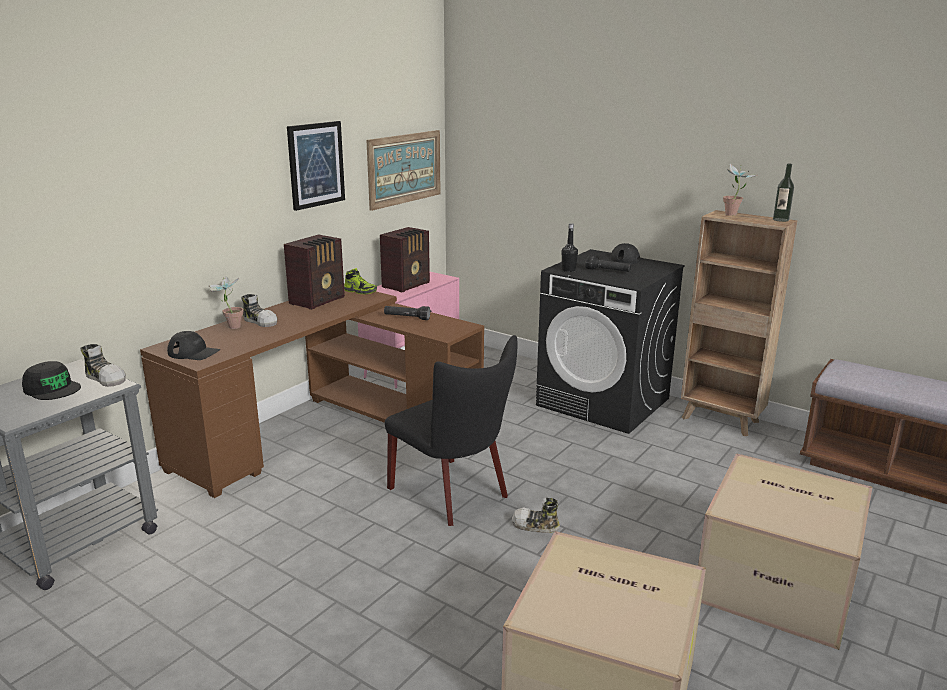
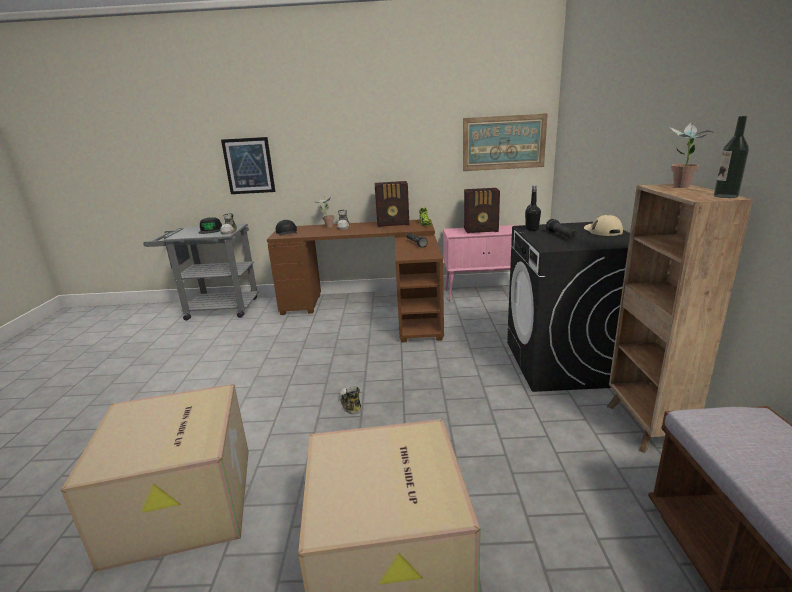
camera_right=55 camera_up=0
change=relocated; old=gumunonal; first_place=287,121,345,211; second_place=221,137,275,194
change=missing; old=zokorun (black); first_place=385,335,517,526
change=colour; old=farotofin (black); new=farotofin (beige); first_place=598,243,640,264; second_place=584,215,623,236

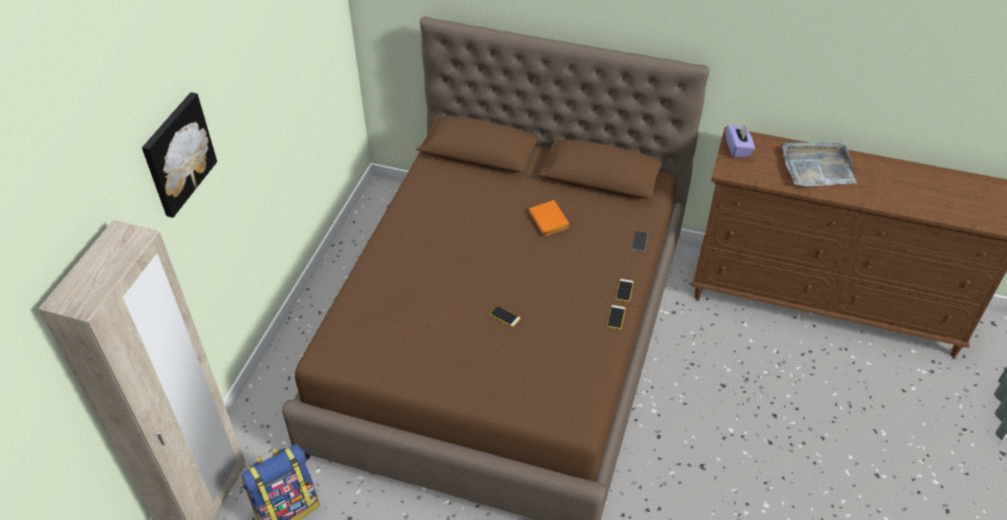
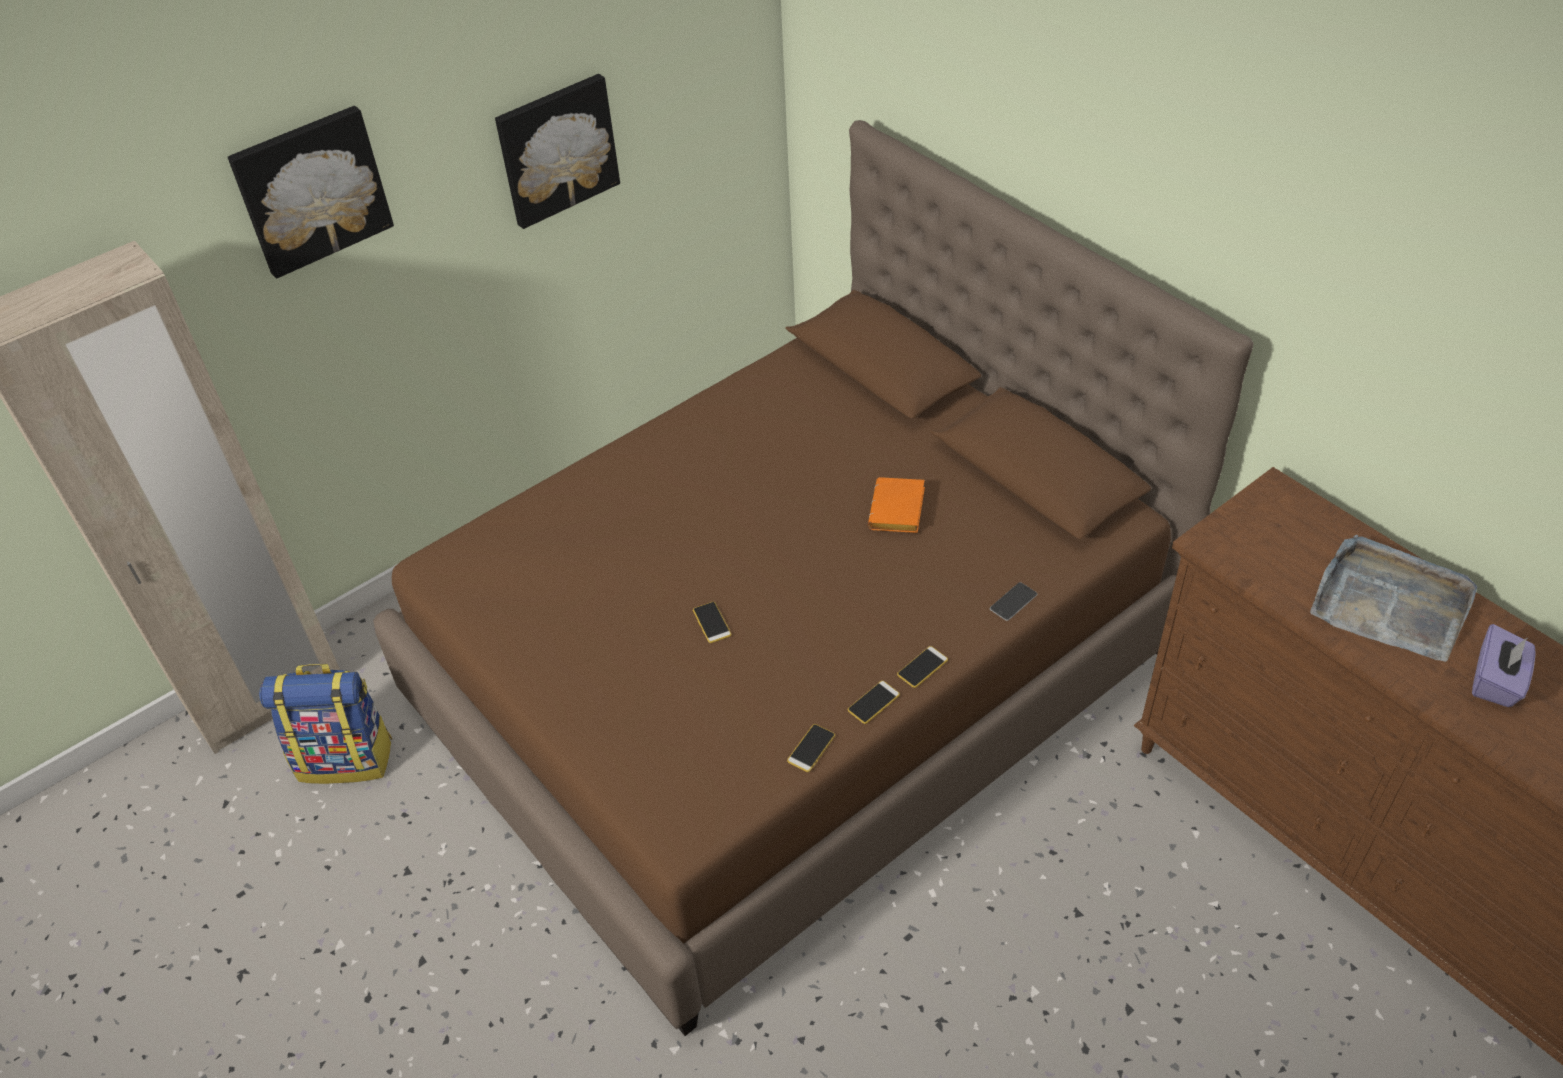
camera_right=35 camera_up=0
change=relocated; old=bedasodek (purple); first_place=726,124,755,158; second_place=1472,624,1536,707
change=appeared; new=gumunonal; second_place=495,74,620,229
change=appeared; new=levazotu; second_place=787,724,835,772

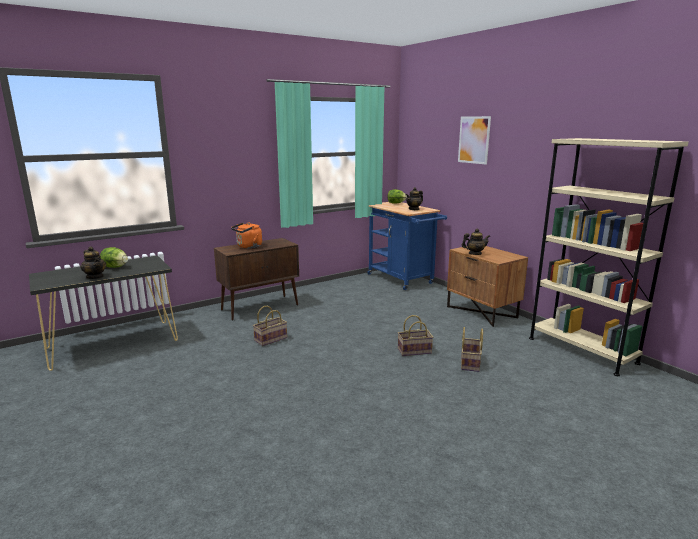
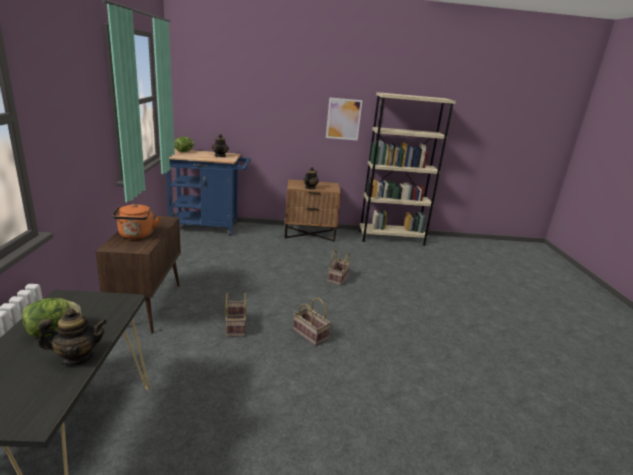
camera_right=-60 camera_up=5
change=relocated; old=gumunonal; first_place=458,116,491,165; second_place=326,97,363,141
change=relocated; old=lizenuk; first_place=461,327,483,372; second_place=293,298,331,346

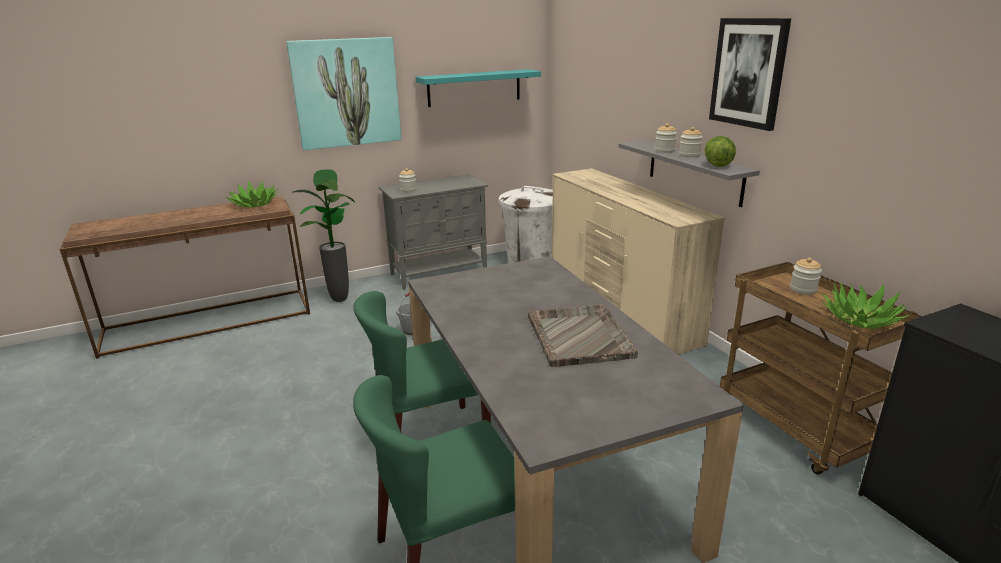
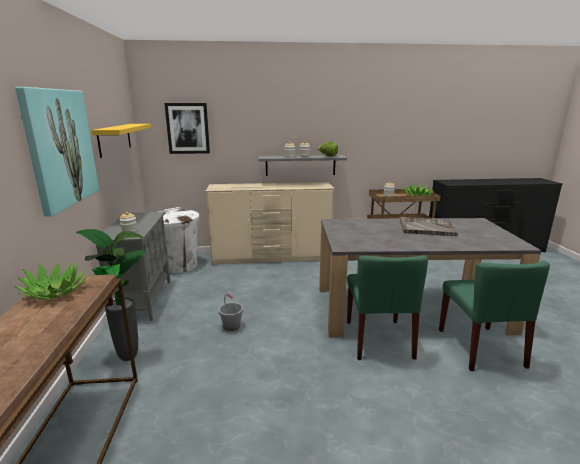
camera_right=-70 camera_up=-5
change=colour; old=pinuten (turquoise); new=pinuten (yellow); first_place=415,69,541,107; second_place=91,124,151,158
change=relocated; old=gumunonal; first_place=709,18,791,131; second_place=164,103,210,154

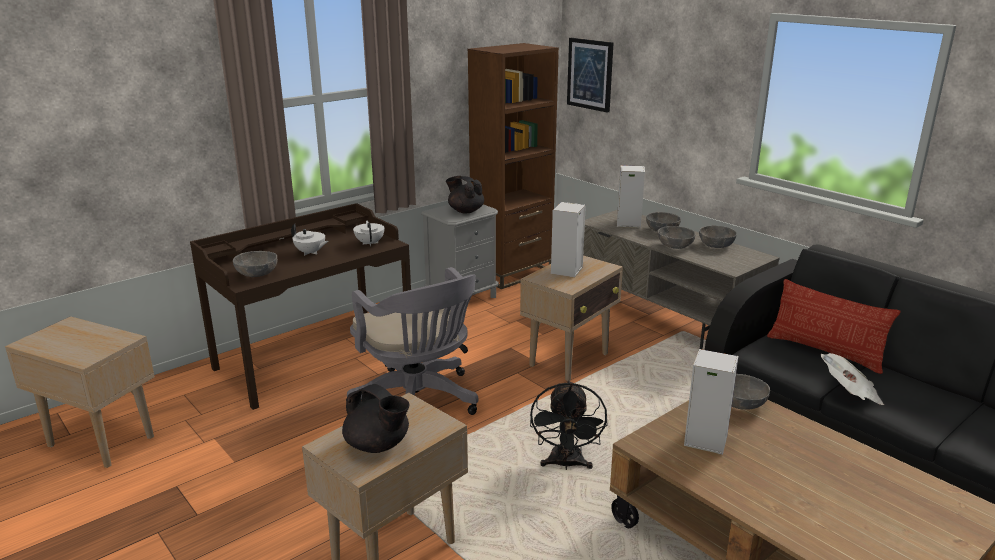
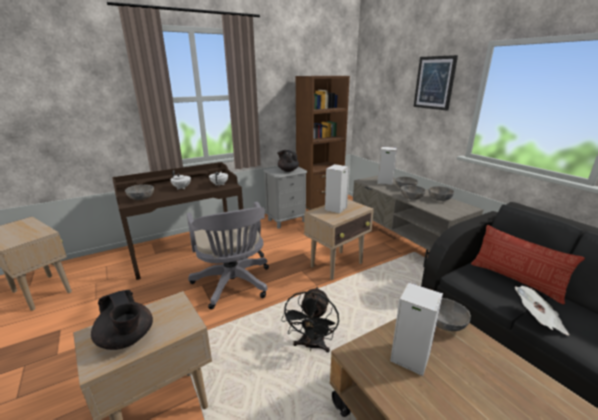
camera_right=10 camera_up=0
change=relocated; old=gumunonal; first_place=567,38,614,113; second_place=414,55,458,110

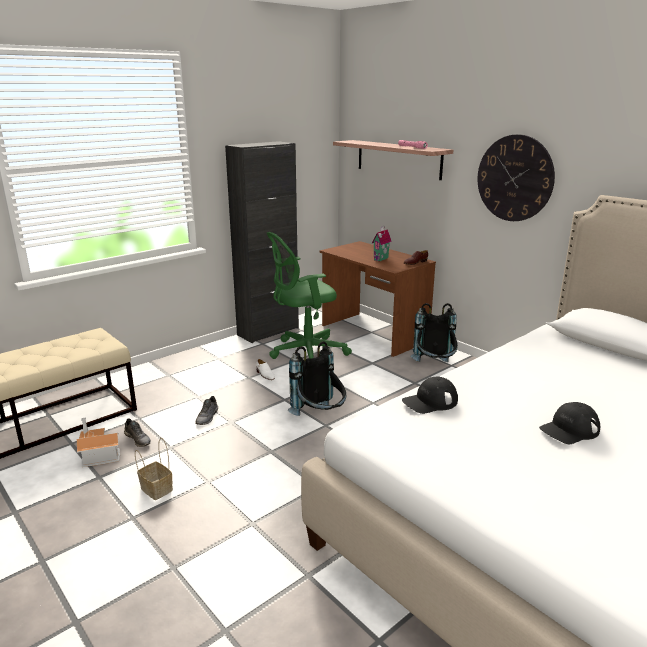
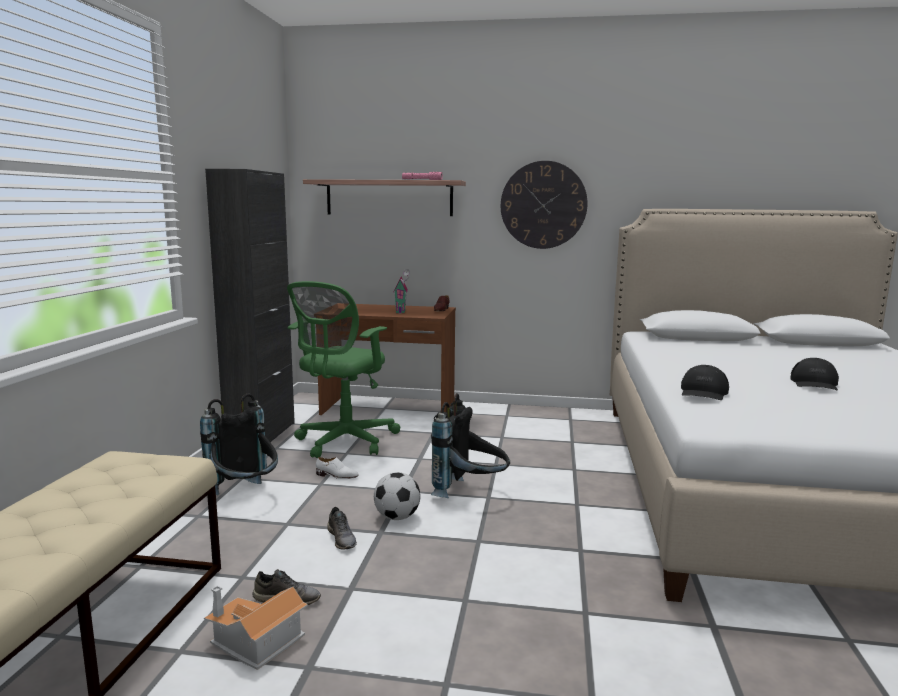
camera_right=-40 camera_up=-10
change=missing; old=lizenuk; first_place=135,438,173,500
change=relocated; old=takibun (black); first_place=411,303,458,362; second_place=200,393,278,495
change=appeared; new=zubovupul; second_place=374,472,421,520

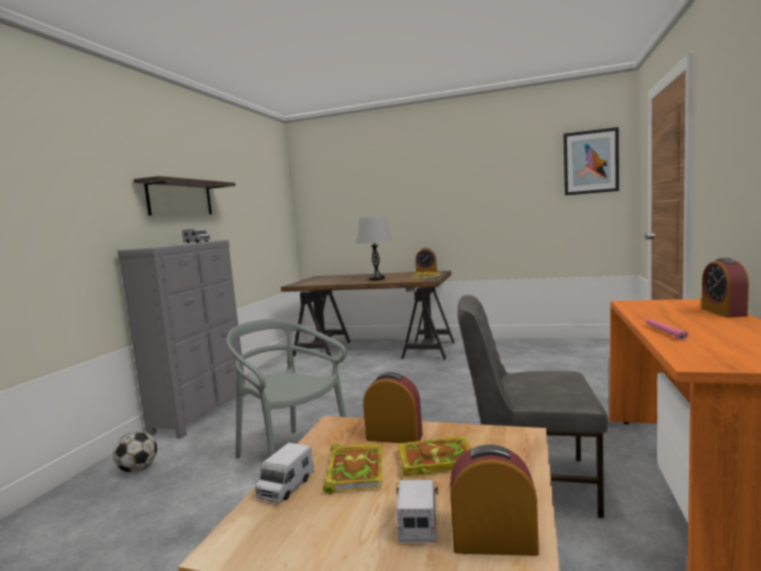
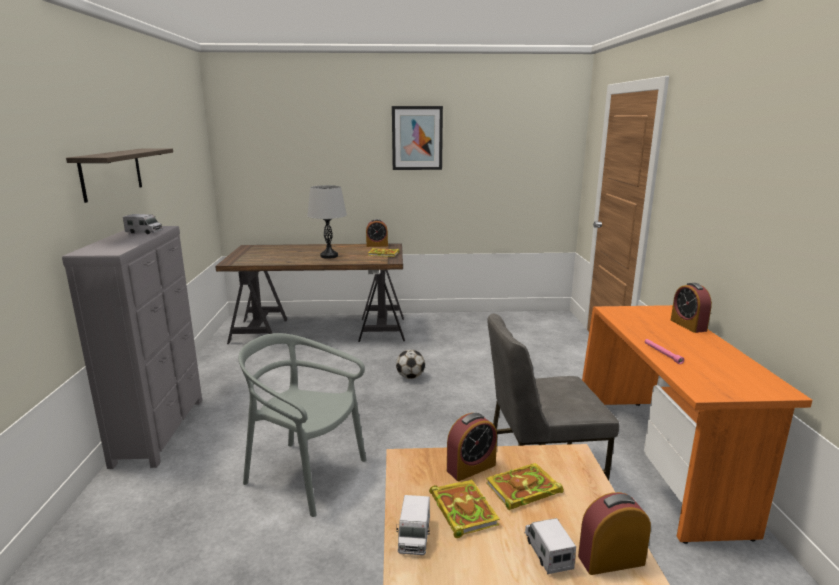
camera_right=-20 camera_up=10
change=relocated; old=zubovupul; first_place=113,431,157,473; second_place=396,350,425,379
change=spun; old=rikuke; first_place=363,372,423,443; second_place=447,413,497,481; degrees=150
change=relocated; old=gumunonal; first_place=563,127,619,195; second_place=392,106,443,170

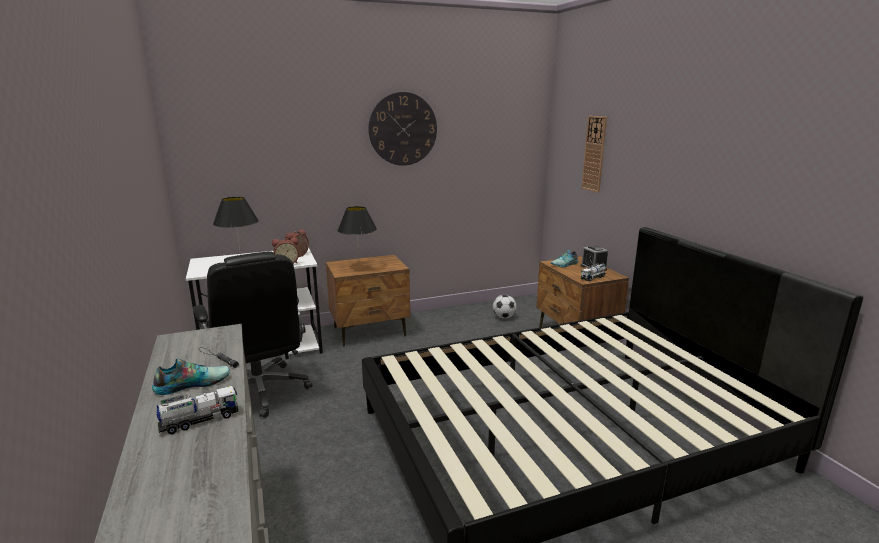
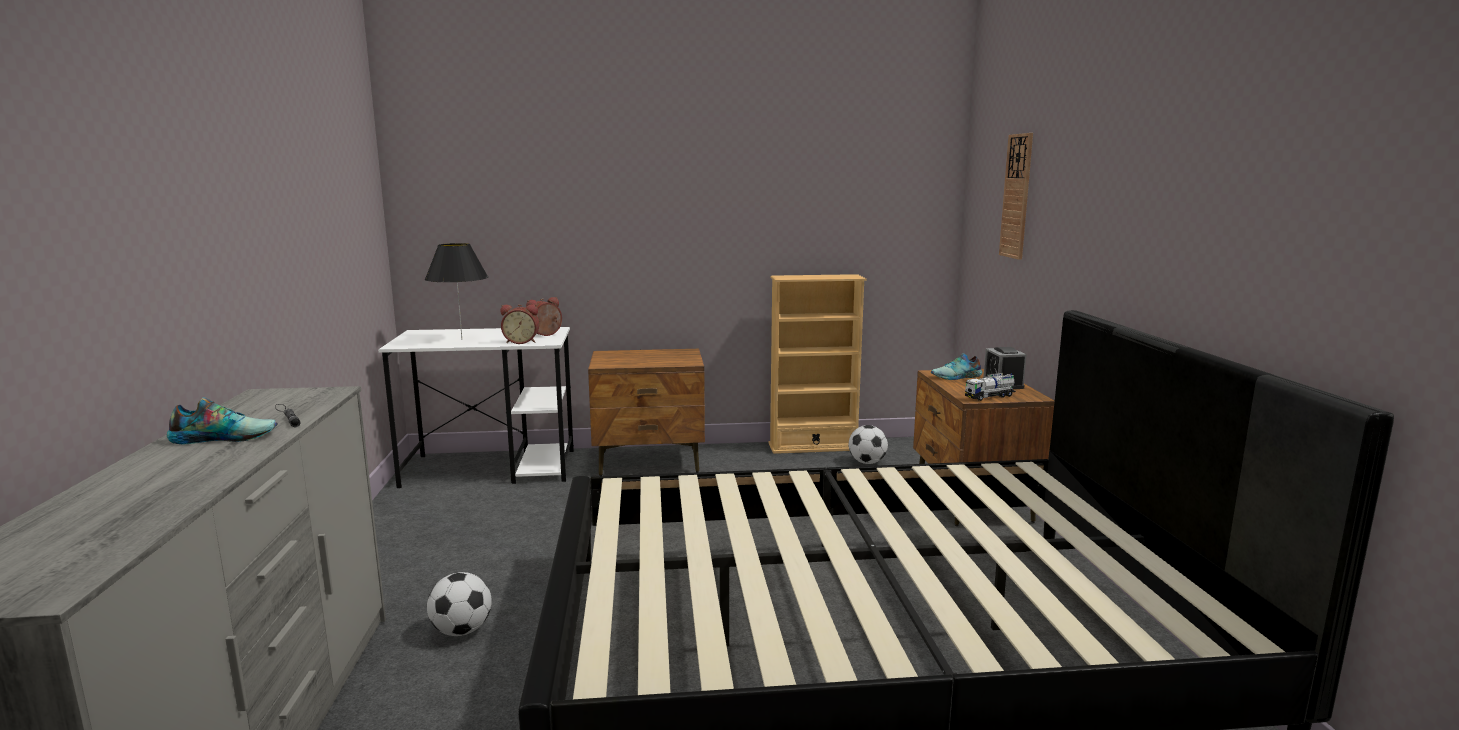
camera_right=15 camera_up=-5
change=missing; old=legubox; first_place=157,386,238,435
change=missing; old=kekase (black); first_place=193,252,313,418
change=missing; old=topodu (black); first_place=337,206,377,269
change=missing; old=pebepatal; first_place=368,92,437,166
change=appeared; new=zubovupul; second_place=427,572,492,636
change=appeared; new=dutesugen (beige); second_place=769,274,866,454

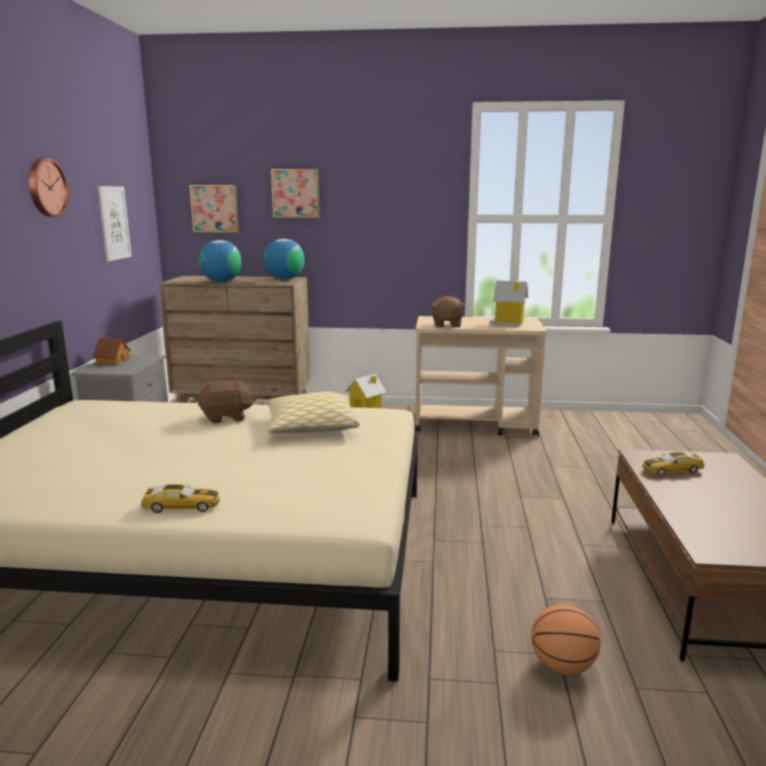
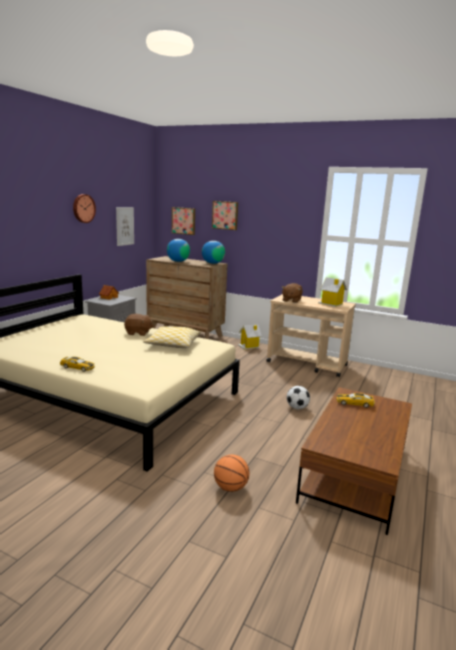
camera_right=20 camera_up=0
change=appeared; new=zubovupul; second_place=287,386,310,409

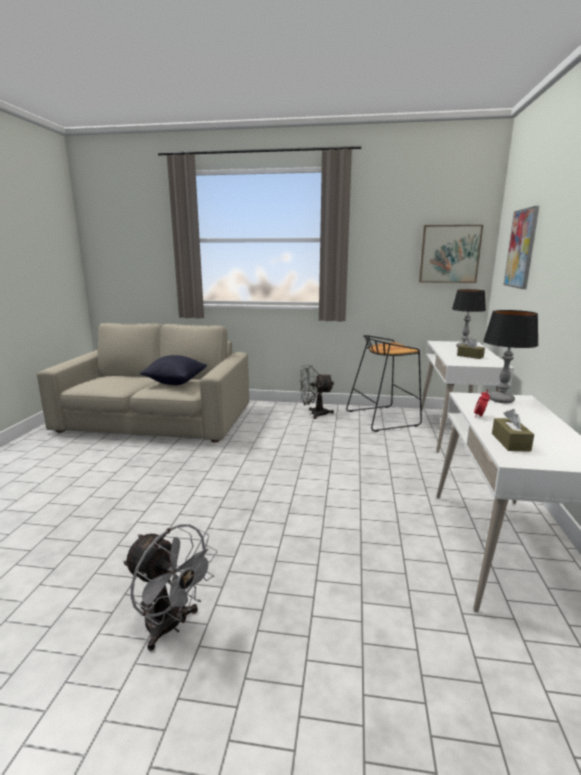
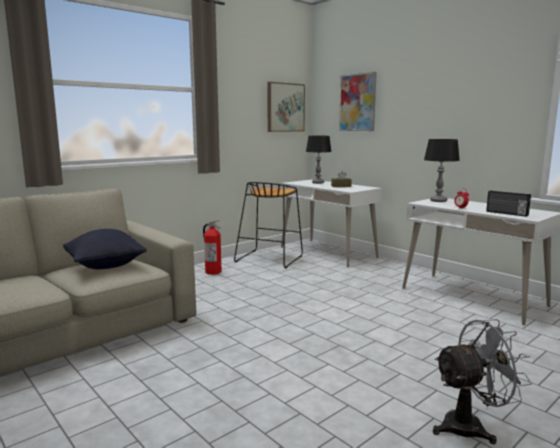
camera_right=-50 camera_up=-5
change=exchanged; old=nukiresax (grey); new=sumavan; first_place=299,365,334,419; second_place=203,220,222,275
change=exchanged; old=bedasodek (brown); new=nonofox; first_place=492,409,534,452; second_place=486,191,531,217

